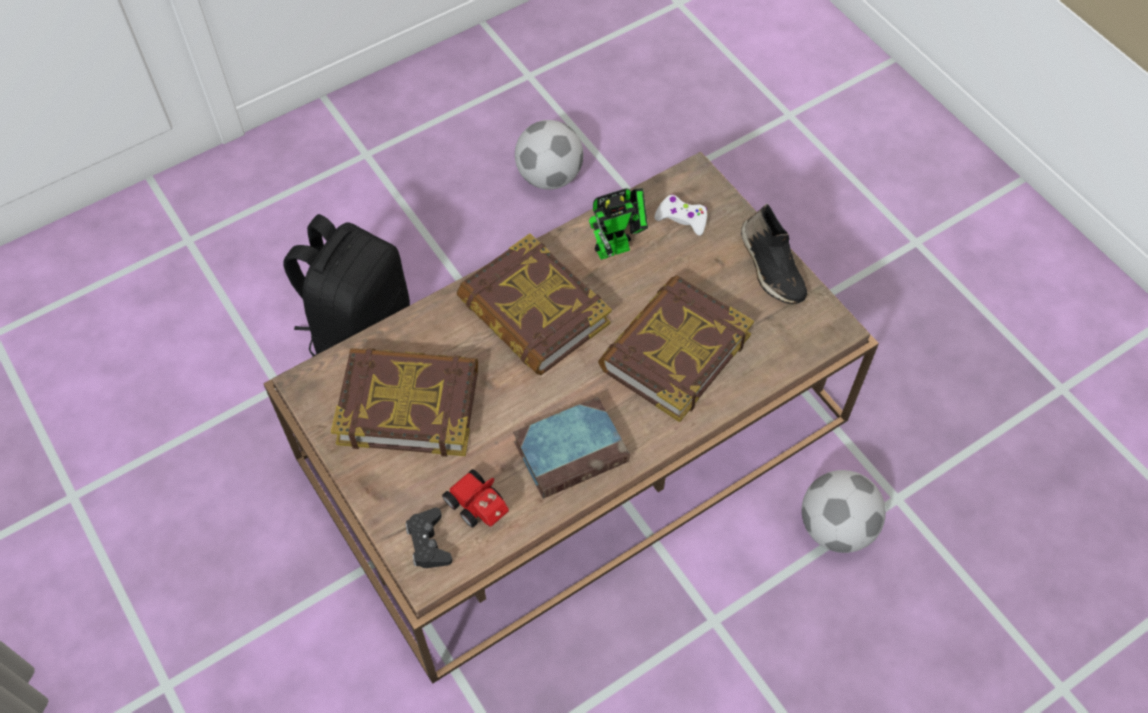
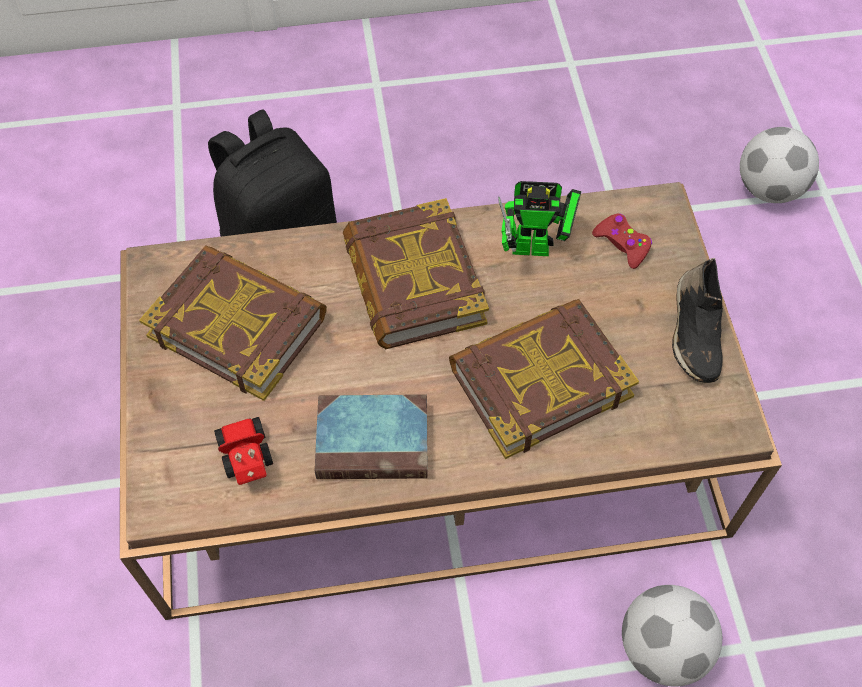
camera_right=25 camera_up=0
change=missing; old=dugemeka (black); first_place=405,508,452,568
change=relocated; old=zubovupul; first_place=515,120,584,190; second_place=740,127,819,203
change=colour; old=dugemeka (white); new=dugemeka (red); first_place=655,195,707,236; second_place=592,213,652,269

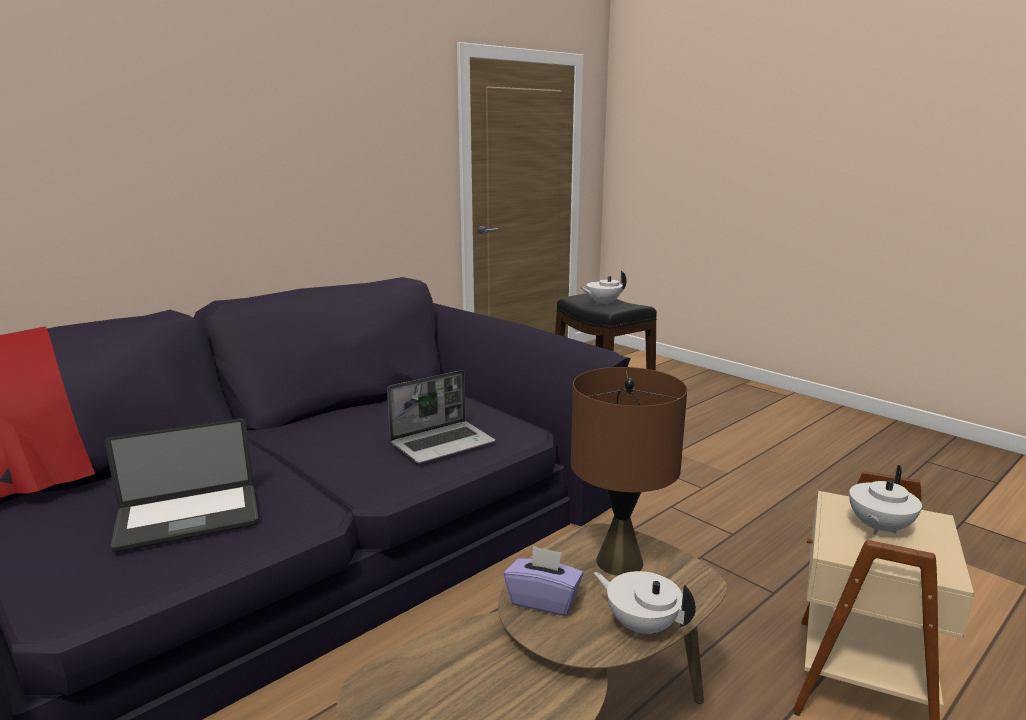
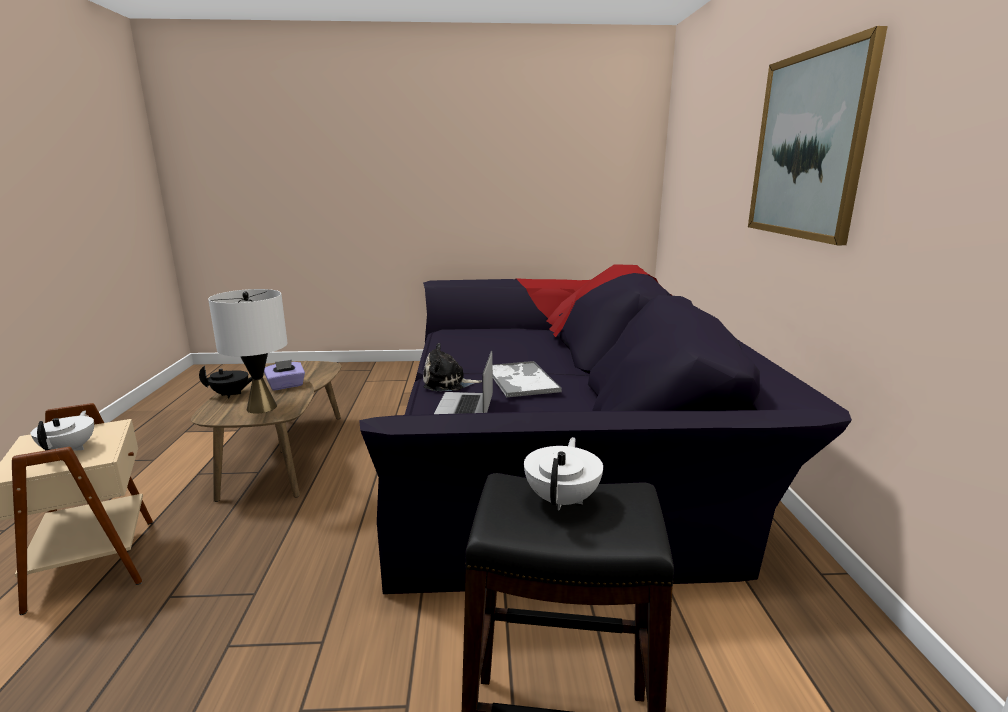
camera_right=130 camera_up=0
change=missing; old=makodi; first_place=105,418,259,552
change=colour; old=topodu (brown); new=topodu (white); first_place=571,367,687,576; second_place=208,289,288,414
change=colour; old=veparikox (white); new=veparikox (black); first_place=594,571,696,636; second_place=199,365,252,398
change=appeared; new=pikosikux; second_place=423,343,482,391
change=appeared; new=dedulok; second_place=493,361,562,397
change=appeared; new=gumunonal; second_place=748,26,888,245

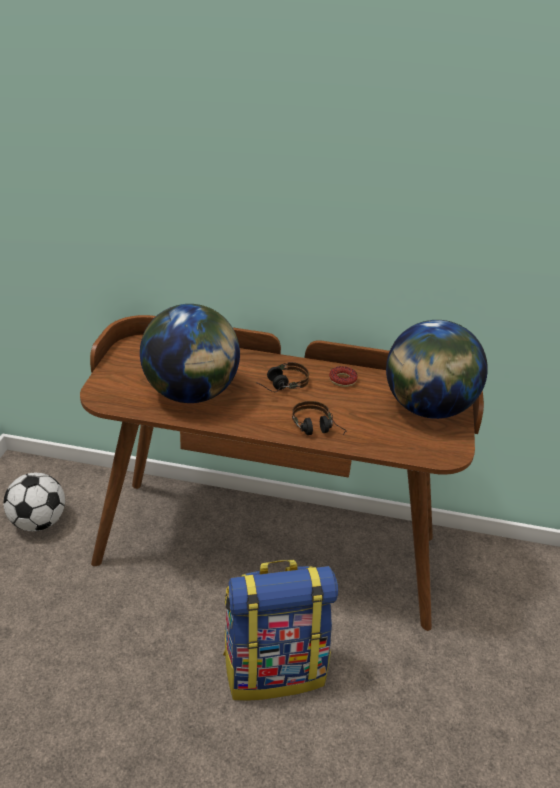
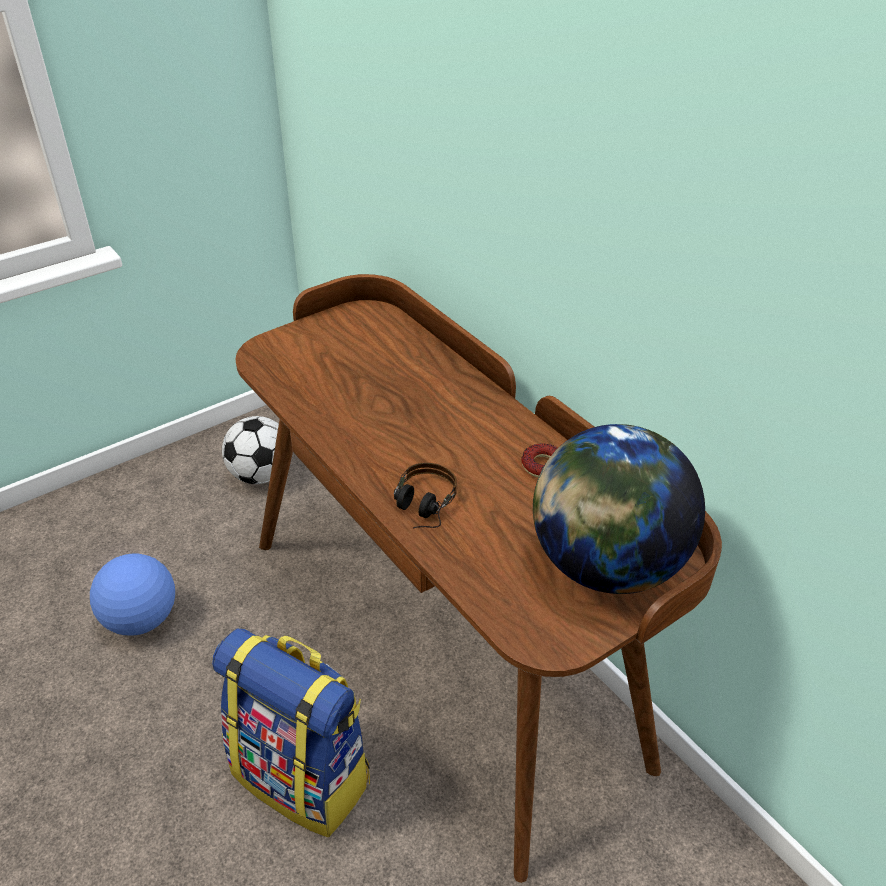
camera_right=45 camera_up=5
change=missing; old=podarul; first_place=140,304,240,403
change=missing; old=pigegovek; first_place=256,362,309,392
change=appeared; new=zubovupul; second_place=90,553,175,636

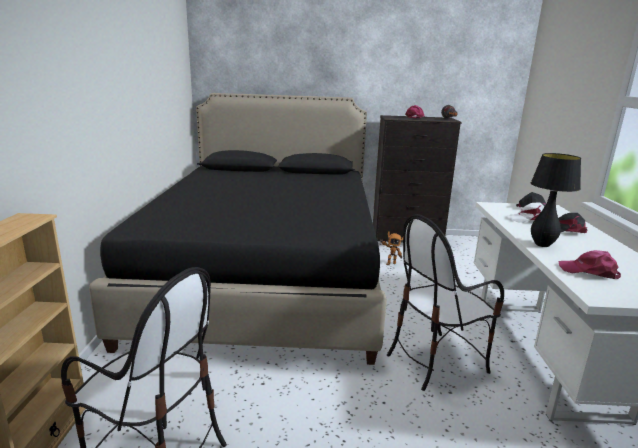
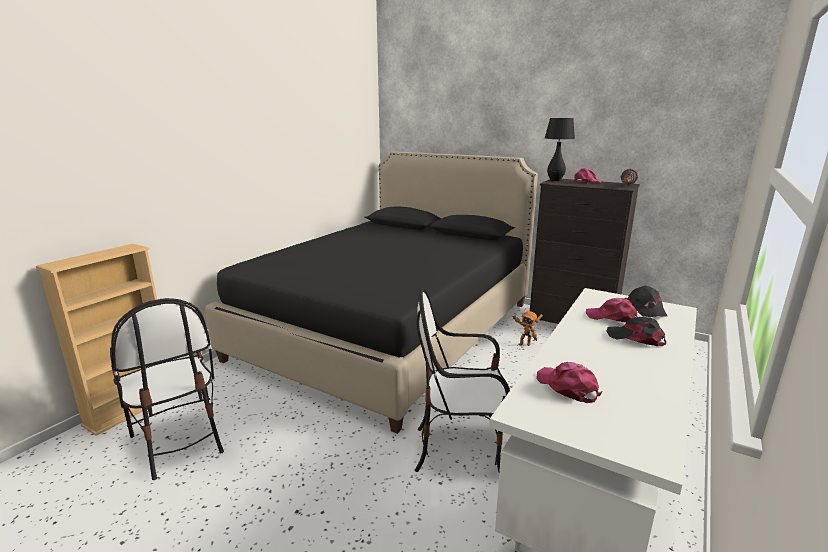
camera_right=30 camera_up=0
change=colour; old=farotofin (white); new=farotofin (pink); first_place=508,202,544,223; second_place=586,298,638,323
change=relocated; old=topodu (black); first_place=531,153,581,247; second_place=545,118,575,181

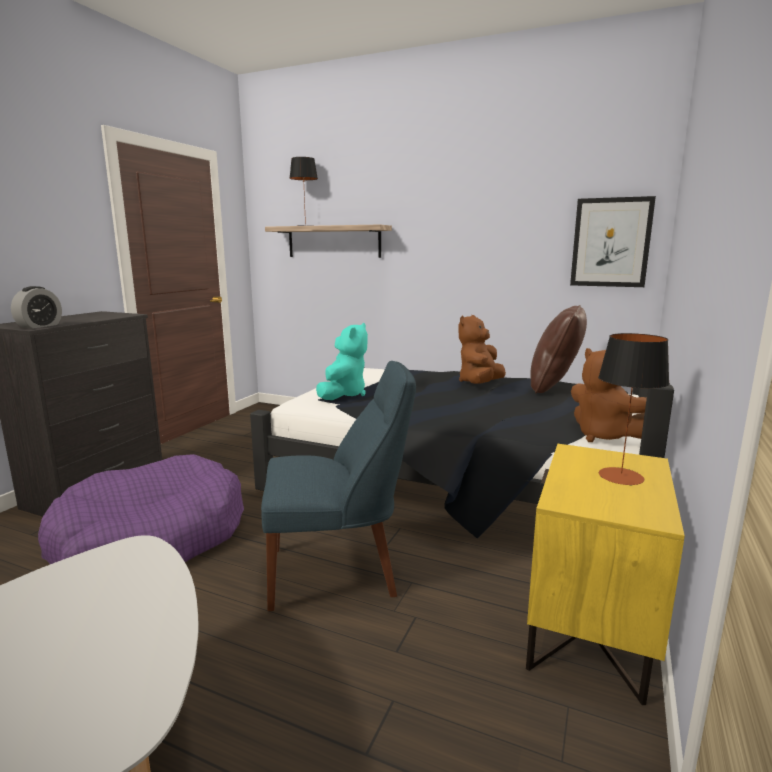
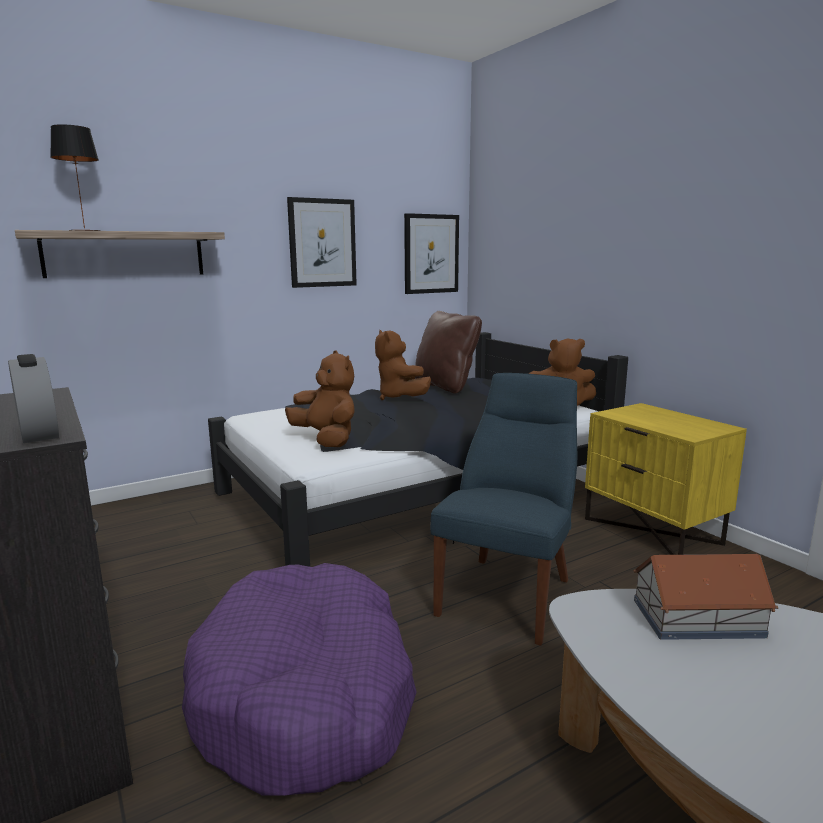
camera_right=-55 camera_up=0
change=colour; old=pikosikux (turquoise); new=pikosikux (brown); first_place=316,323,368,400; second_place=285,350,355,447
change=missing; old=topodu; first_place=598,333,670,486
change=appeared; new=gumunonal; second_place=287,197,357,288
change=appeared; new=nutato; second_place=633,554,778,640

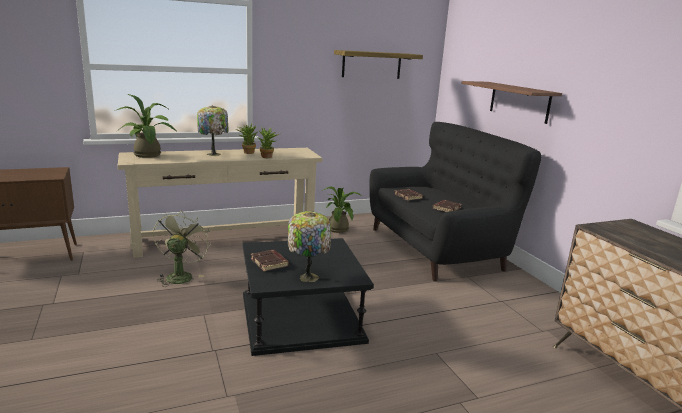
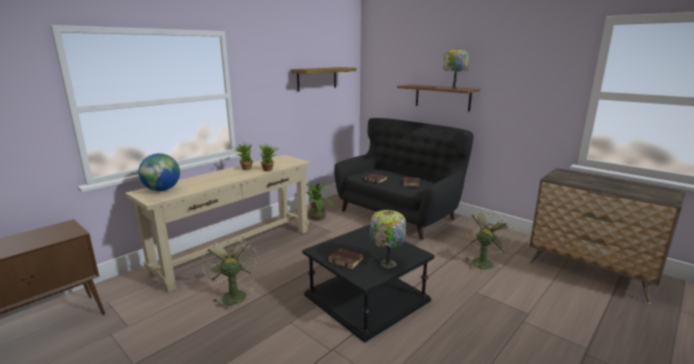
camera_right=-25 camera_up=0
change=exchanged; old=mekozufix; new=podarul; first_place=117,94,177,158; second_place=138,153,180,191
change=relocated; old=topodu; first_place=197,106,228,156; second_place=443,48,469,89
change=appeared; new=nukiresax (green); second_place=464,211,513,270

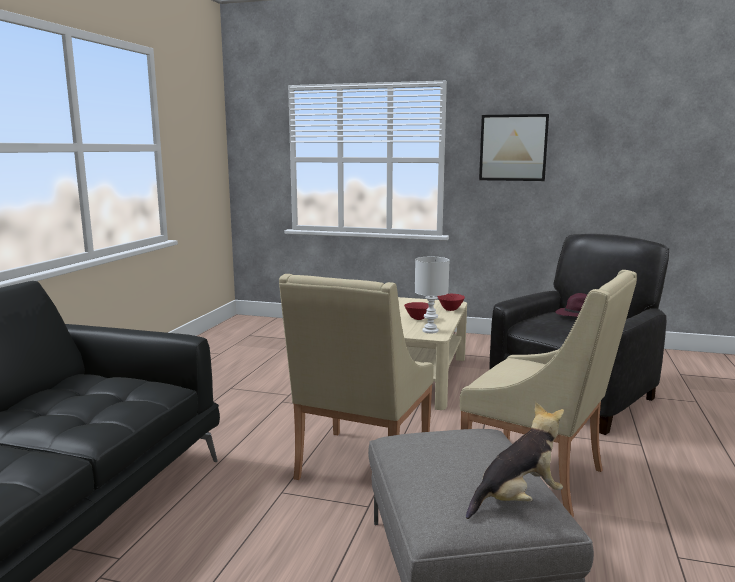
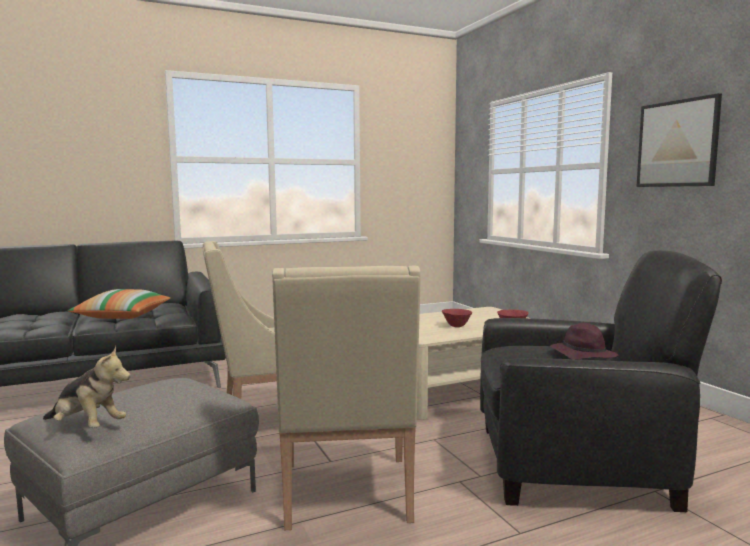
camera_right=50 camera_up=-5
change=missing; old=topodu (white); first_place=415,257,449,333
change=appeared; new=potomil; second_place=68,289,170,319

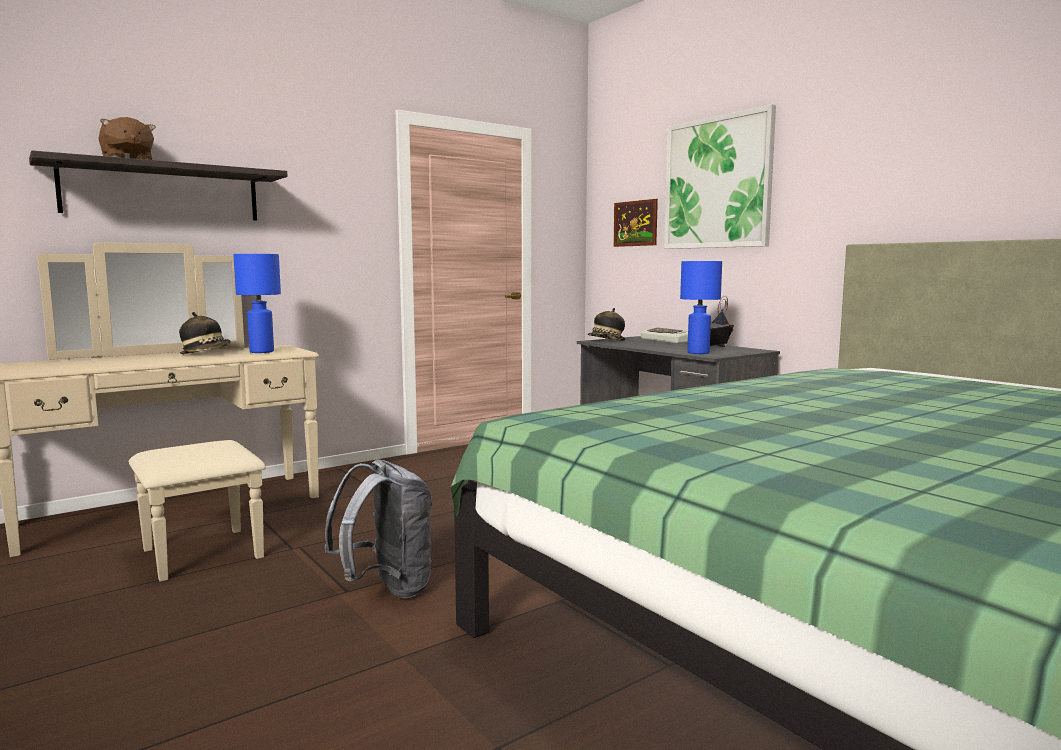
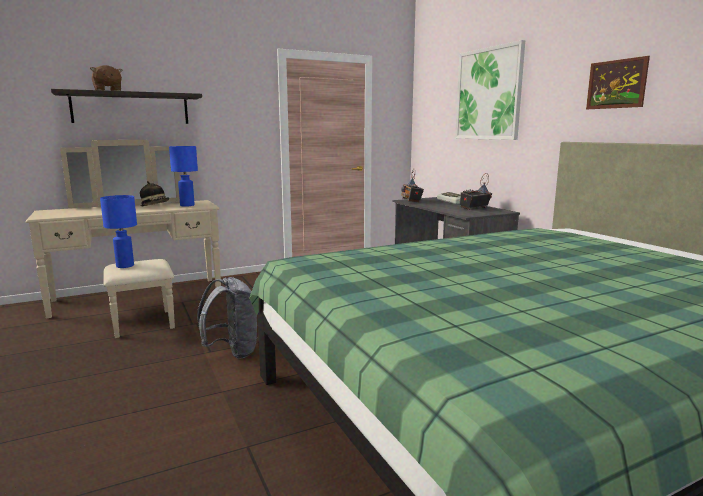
camera_right=10 camera_up=5
change=exchanged; old=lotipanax; new=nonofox; first_place=587,308,625,341; second_place=401,169,424,202
change=relocated; old=gumunonal; first_place=613,199,658,247; second_place=586,56,650,109
change=relocated; old=topodu (blue); first_place=680,261,722,354; second_place=100,195,137,268

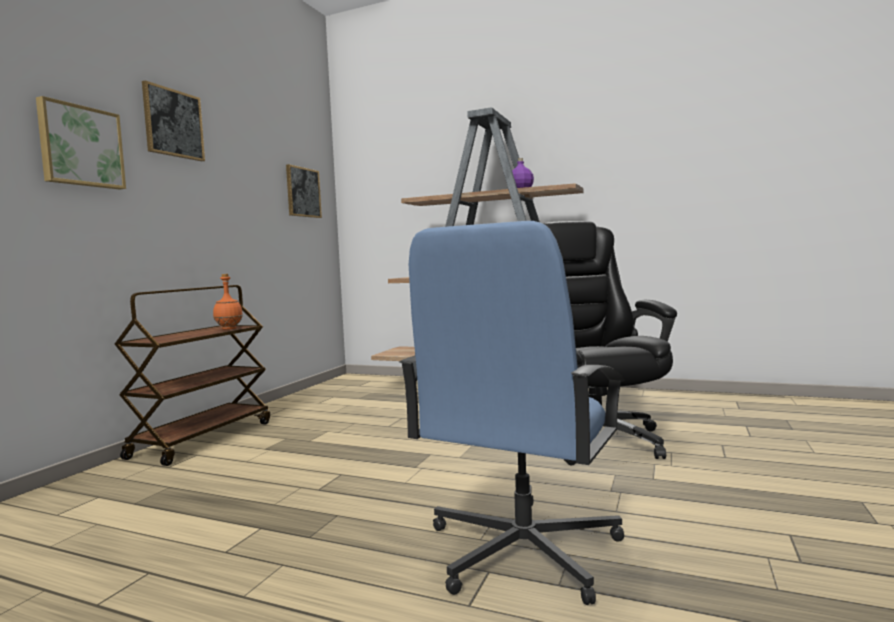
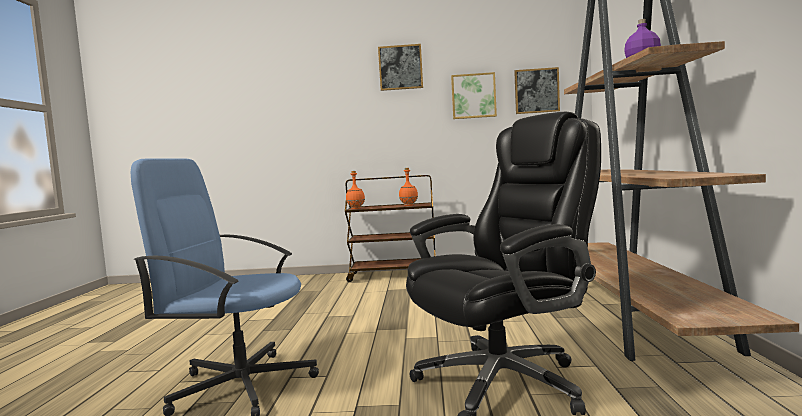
camera_right=70 camera_up=0
change=relocated; old=gumunonal; first_place=36,96,126,189; second_place=451,72,497,119
change=appeared; new=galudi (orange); second_place=346,171,365,209

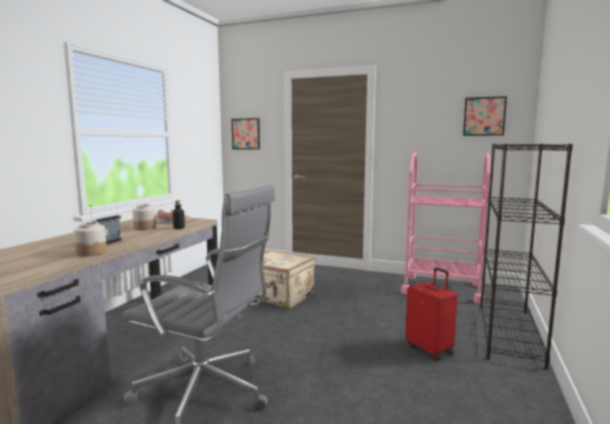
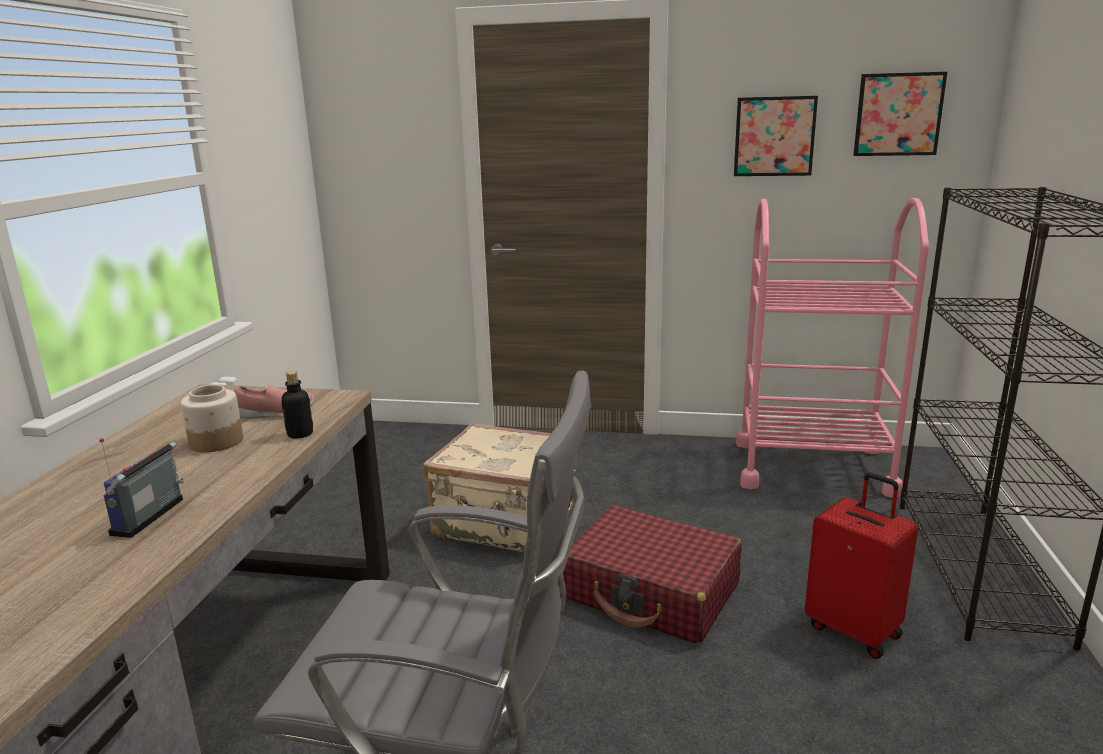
camera_right=-10 camera_up=10
change=missing; old=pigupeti; first_place=74,222,107,256
change=relocated; old=gumunonal; first_place=232,118,260,150; second_place=734,96,818,176
change=appeared; new=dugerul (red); second_place=563,505,742,644

